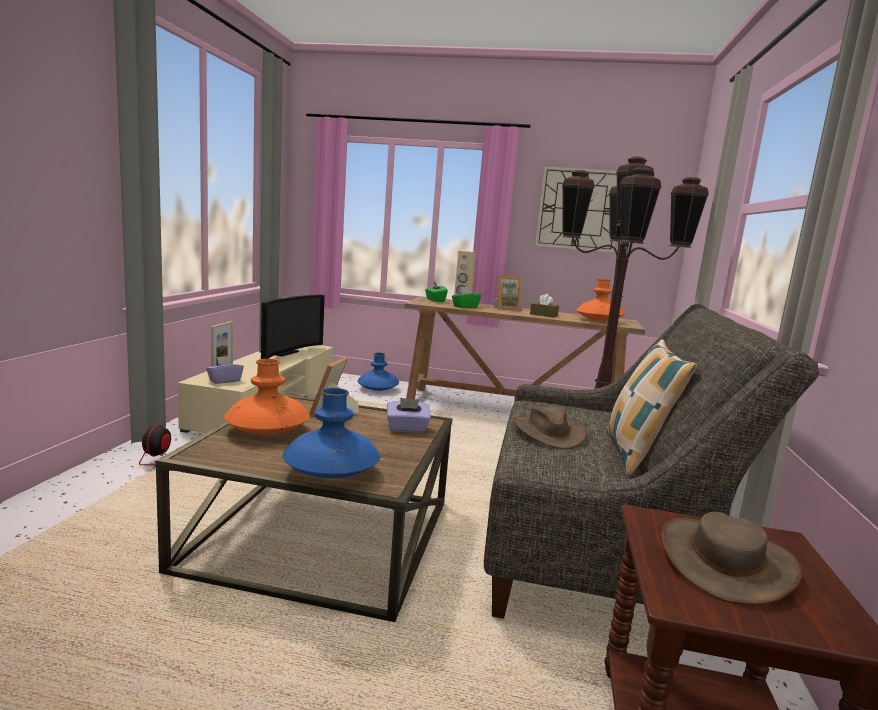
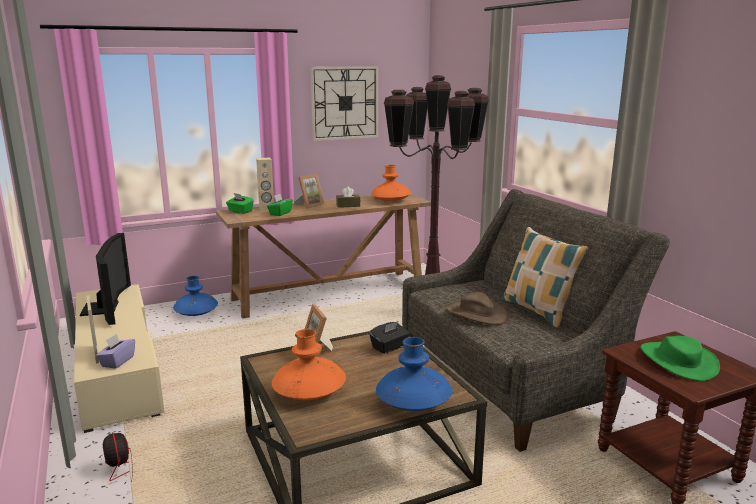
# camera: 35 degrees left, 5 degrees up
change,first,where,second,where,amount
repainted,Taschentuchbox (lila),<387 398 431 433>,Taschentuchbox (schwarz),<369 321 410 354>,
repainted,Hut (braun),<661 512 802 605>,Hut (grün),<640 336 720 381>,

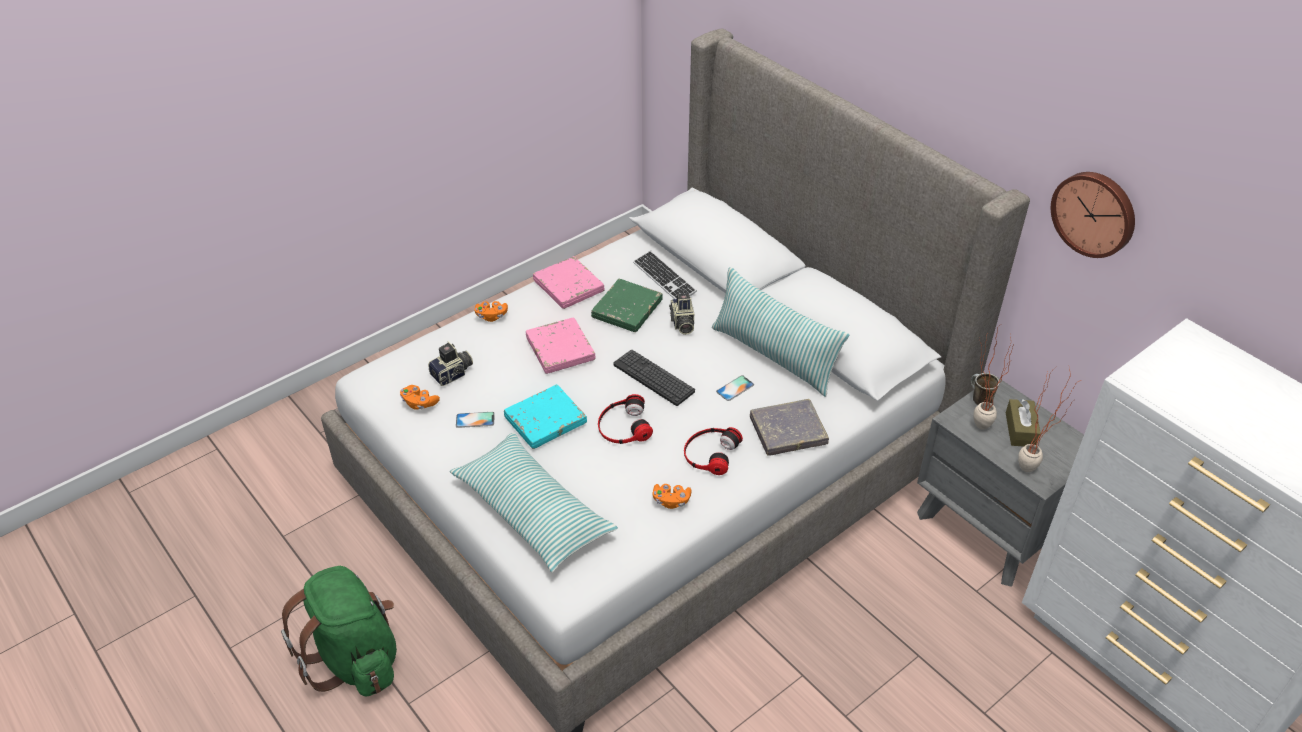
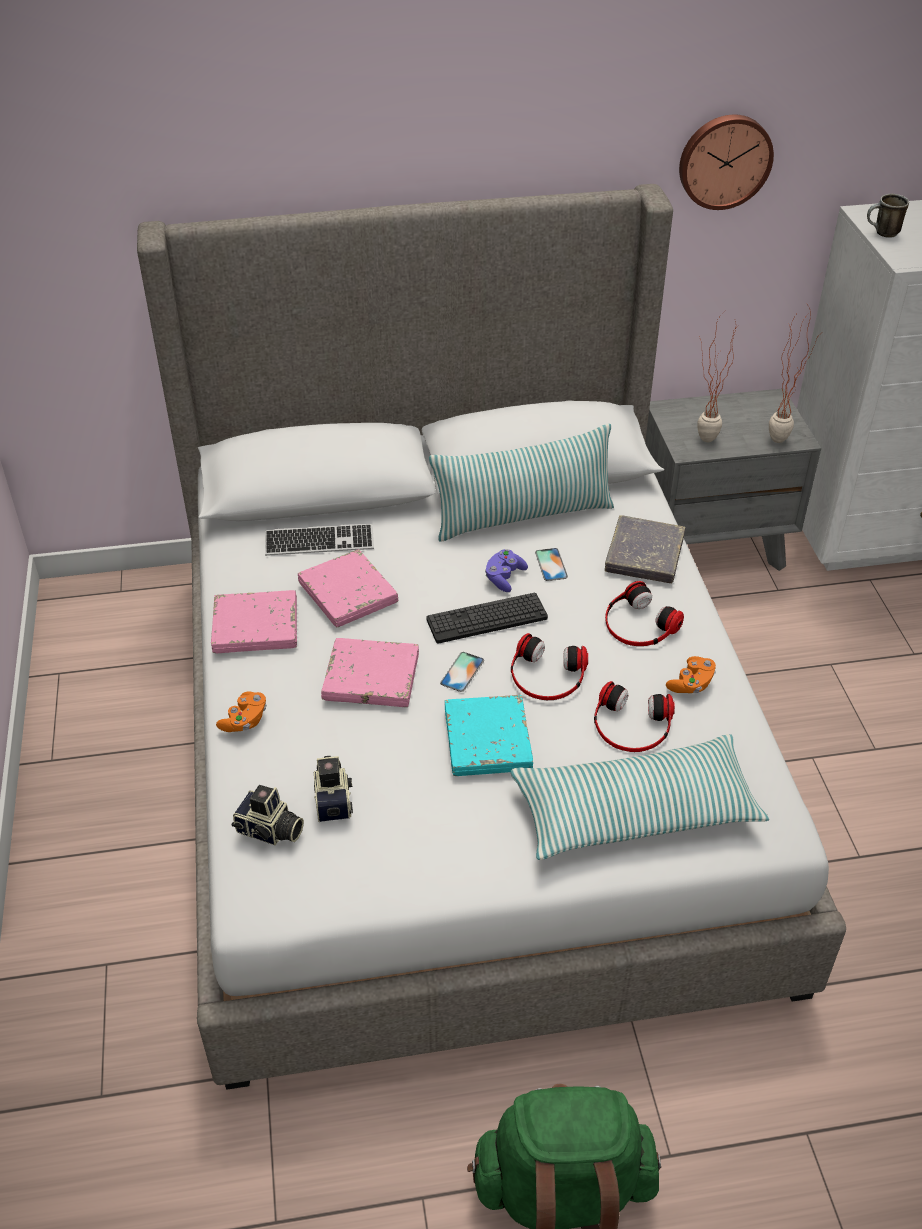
# camera: 60 degrees left, 0 degrees up
change,first,where,second,where,amount
shifted,Kamera,<669 293 694 335>,,<231 785 304 845>,
repainted,Buch (grün),<591 279 663 332>,Buch (rosa),<298 549 398 627>,
shifted,Handy,<456 412 494 428>,,<440 652 484 692>,
new,,,Gamepad (lila),<485 549 528 592>,
new,,,Kopfhörer,<594 681 675 752>,
shifted,Henkelbecher,<971 373 999 405>,,<867 194 909 237>,
gone,Gamepad (orange),<400 385 440 410>,,,
gone,Taschentuchbox (braun),<1006 399 1041 447>,,,

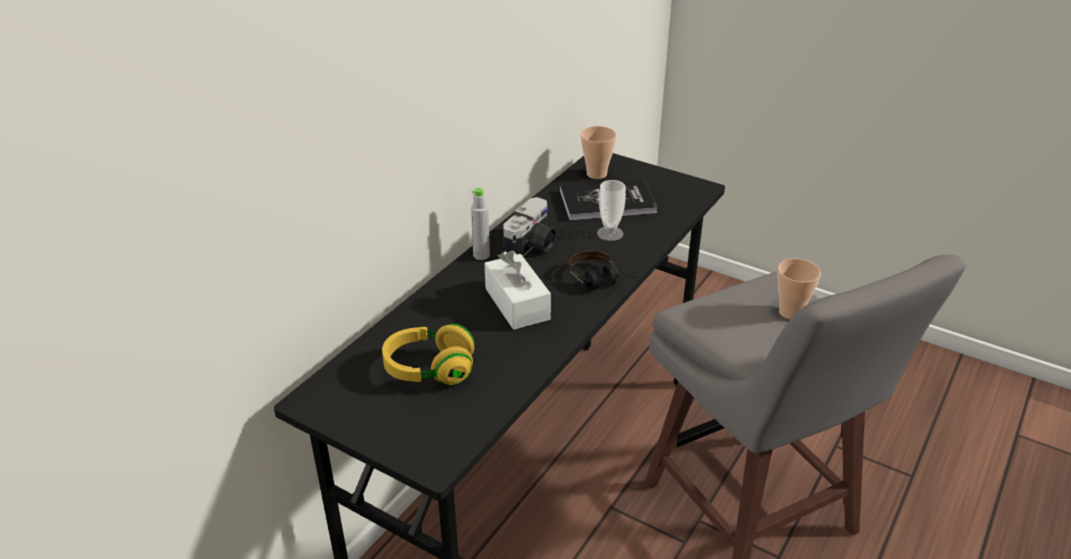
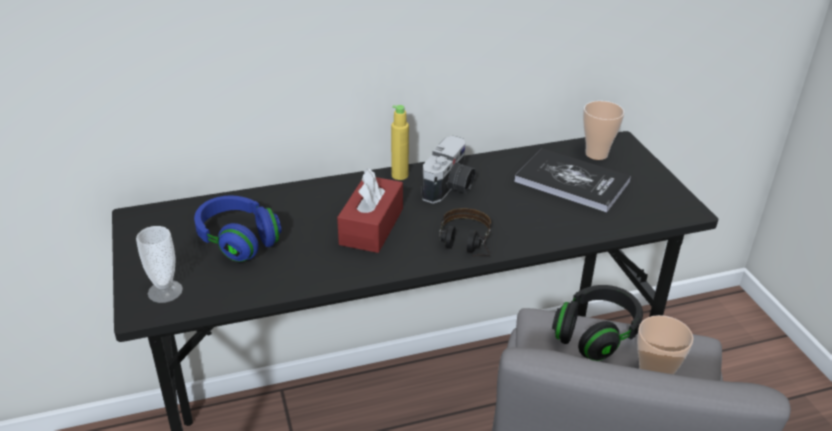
# camera: 40 degrees right, 0 degrees up
change,first,where,second,where,amount
shifted,Tasse,<597 180 626 241>,,<136 226 183 303>,
repainted,Kopfhörer (gelb),<382 323 475 385>,Kopfhörer (blau),<194 196 281 262>,
repainted,Taschentuchbox (weiß),<485 250 551 330>,Taschentuchbox (rot),<337 169 403 253>,
repainted,Flasche (grau),<471 188 490 260>,Flasche (gelb),<391 105 409 180>,
rotated,Kamera,<504 197 556 257>,,<421 136 476 204>,45 degrees counterclockwise
new,,,Kopfhörer (schwarz),<552 285 643 361>,

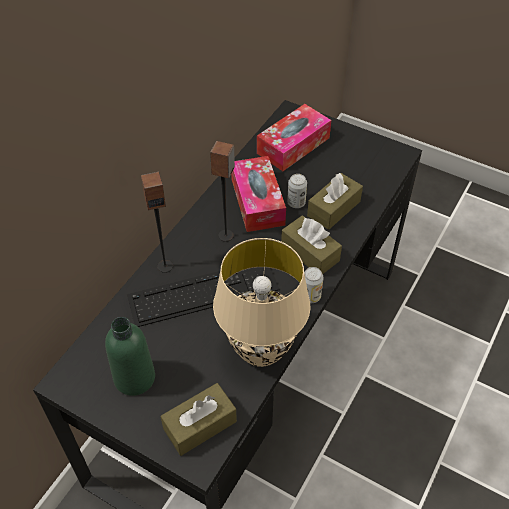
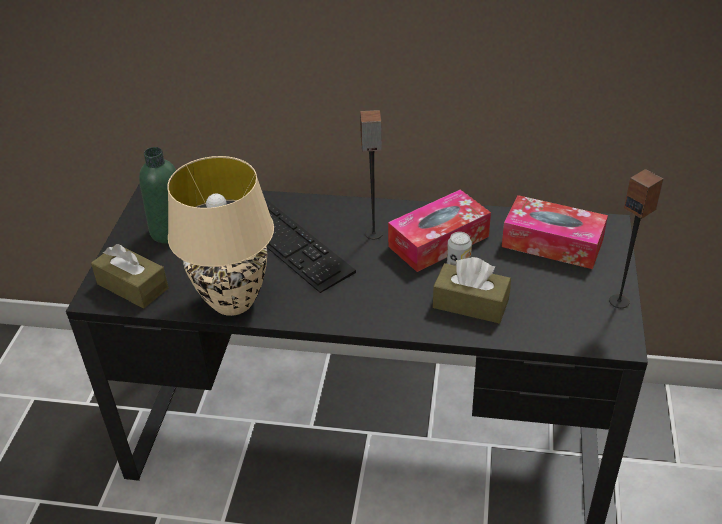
# camera: 70 degrees right, 10 degrees down
change,first,where,second,where,amount
shifted,Lautsprecher,<141 172 173 273>,,<609 169 663 308>,
gone,Taschentuchbox (braun),<281 215 342 274>,,,
gone,Dose,<304 267 324 303>,,,

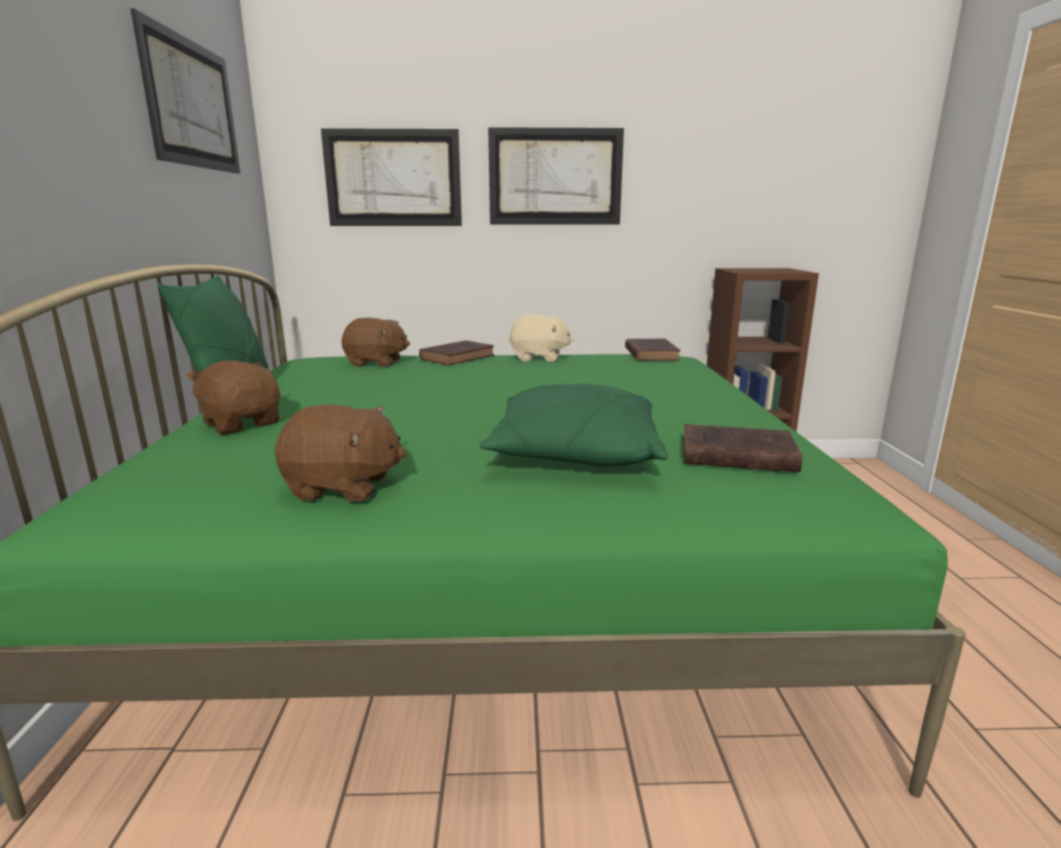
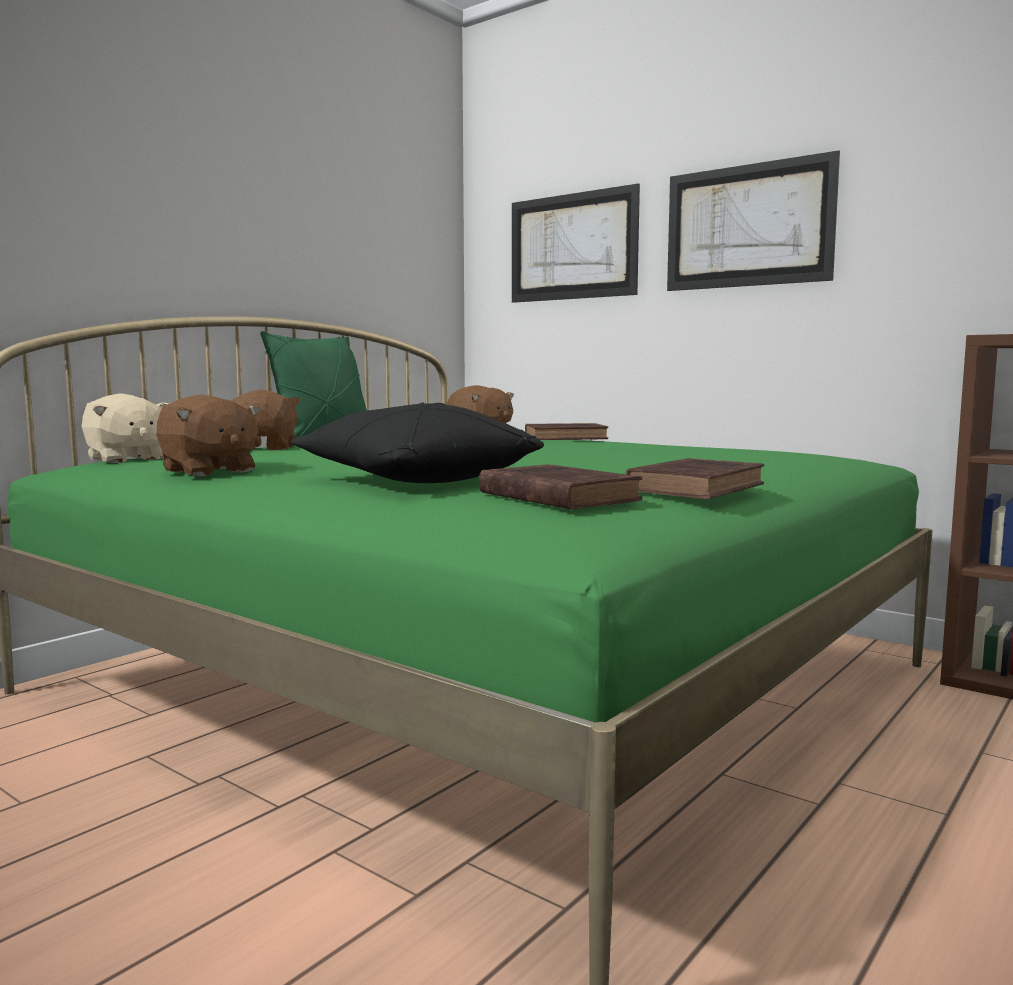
# camera: 40 degrees right, 10 degrees down
change,first,where,second,where,amount
shifted,Plüschtier (beige),<509 314 574 362>,,<82 393 169 463>,
repainted,Kissen (grün),<479 384 668 467>,Kissen (schwarz),<291 402 544 483>,
shifted,Buch (braun),<625 339 681 361>,,<625 458 764 499>,
gone,Bild,<130 8 240 174>,,,

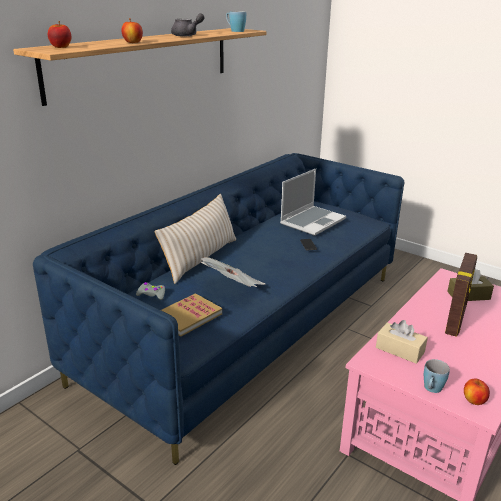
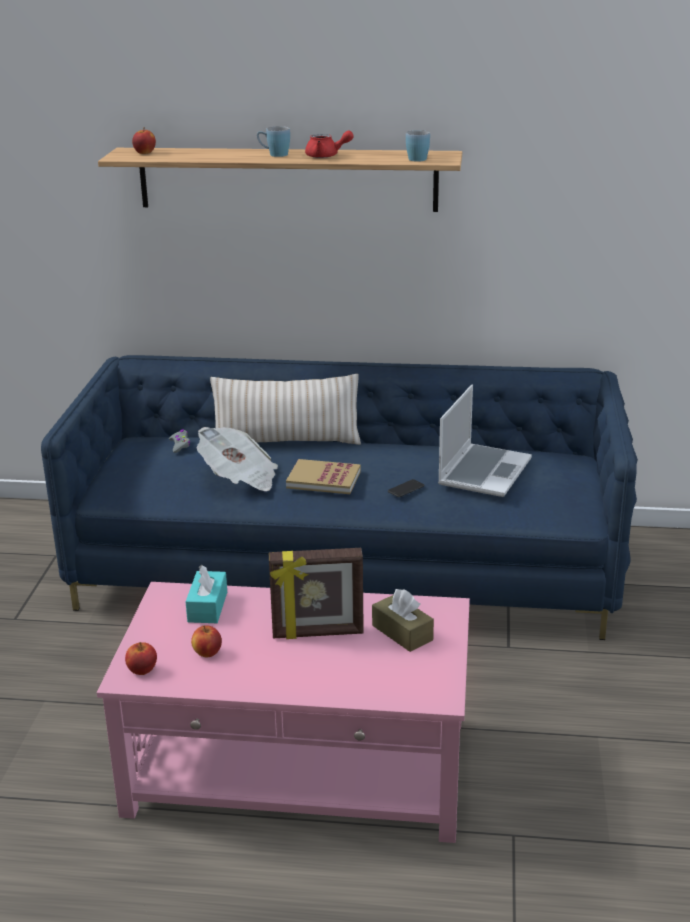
# camera: 60 degrees right, 0 degrees up
change,first,where,second,where,amount
repainted,Taschentuchbox (beige),<376 320 428 364>,Taschentuchbox (türkis),<186 565 227 623>,
shifted,Apfel,<121 18 143 43>,,<191 625 222 658>,
shifted,Henkelbecher (blau),<424 359 450 393>,,<257 126 290 157>,
shifted,Buch,<161 293 222 337>,,<286 459 361 494>,
repainted,Teekanne (grau),<171 13 205 36>,Teekanne (rot),<305 131 354 158>,
rotated,Laptop,<280 169 346 236>,,<438 384 532 497>,75 degrees counterclockwise

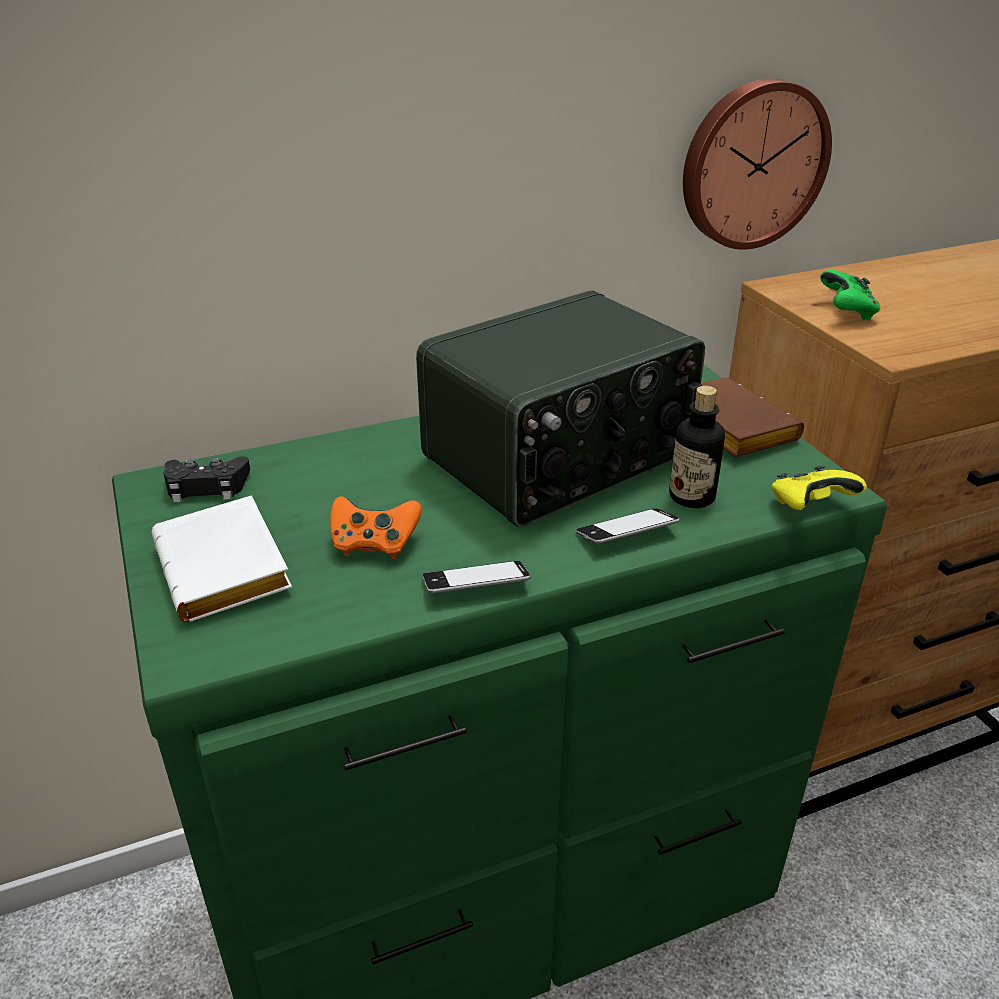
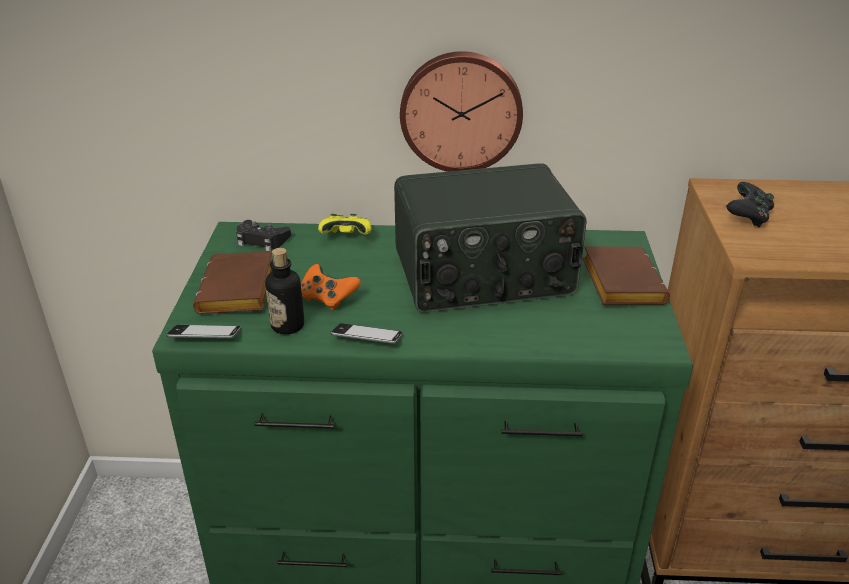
# camera: 25 degrees right, 0 degrees up
change,first,where,second,where,amount
shifted,Handy,<576 508 680 544>,,<167 325 241 338>,
repainted,Buch (weiß),<152 496 292 622>,Buch (braun),<193 251 272 314>,
shifted,Flasche,<669 386 725 508>,,<265 248 304 334>,
shifted,Gamepad (gelb),<771 466 867 510>,,<318 214 371 235>,
shifted,Wanduhr,<683 78 832 250>,,<400 51 523 172>,
repainted,Gamepad (grün),<820 270 880 321>,Gamepad (schwarz),<727 182 774 227>,

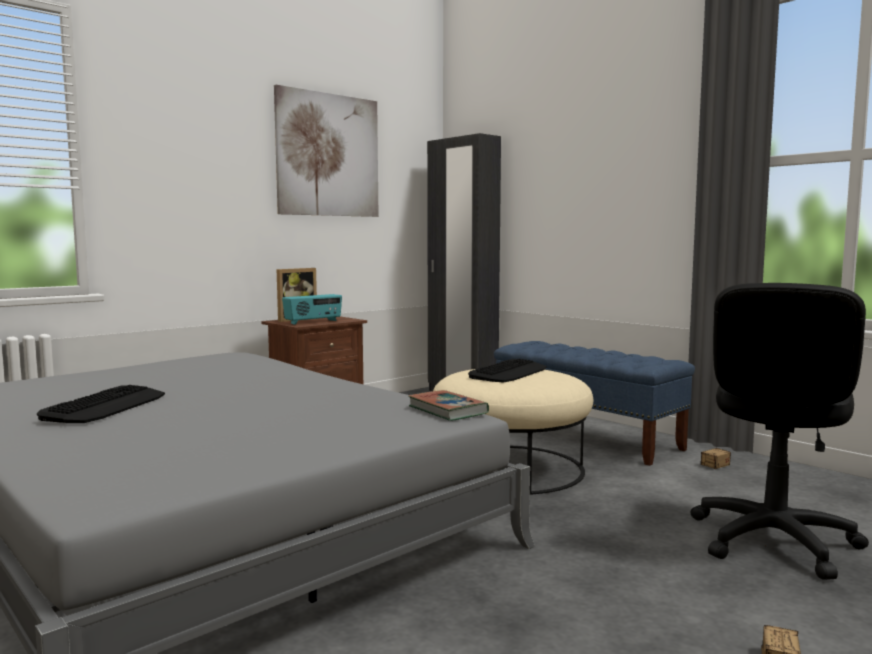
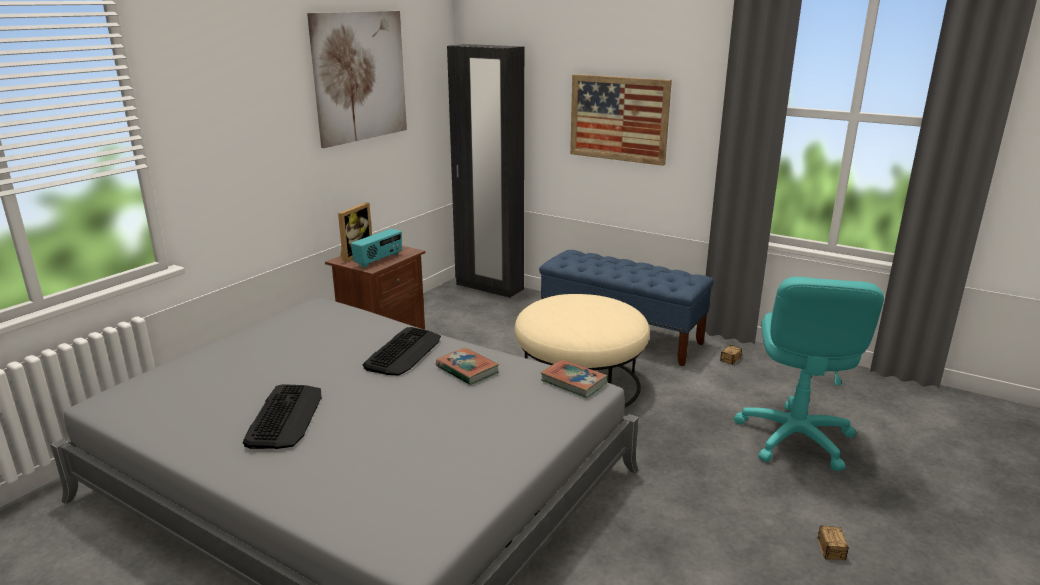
# camera: 15 degrees left, 15 degrees up
change,first,where,second,where,amount
shifted,Tastatur,<468 359 547 383>,,<363 327 441 376>,
new,,,Buch,<436 348 499 385>,
new,,,Bild,<570 74 672 166>,
repainted,Bürostuhl (schwarz),<691 283 869 580>,Bürostuhl (türkis),<734 277 884 471>,

